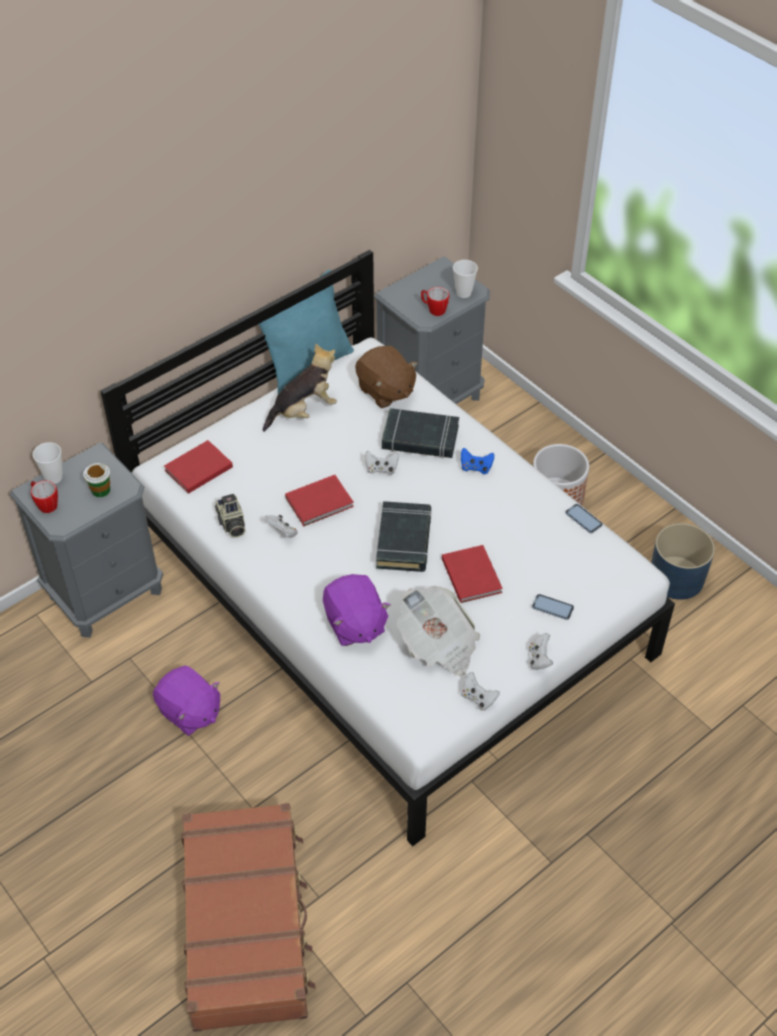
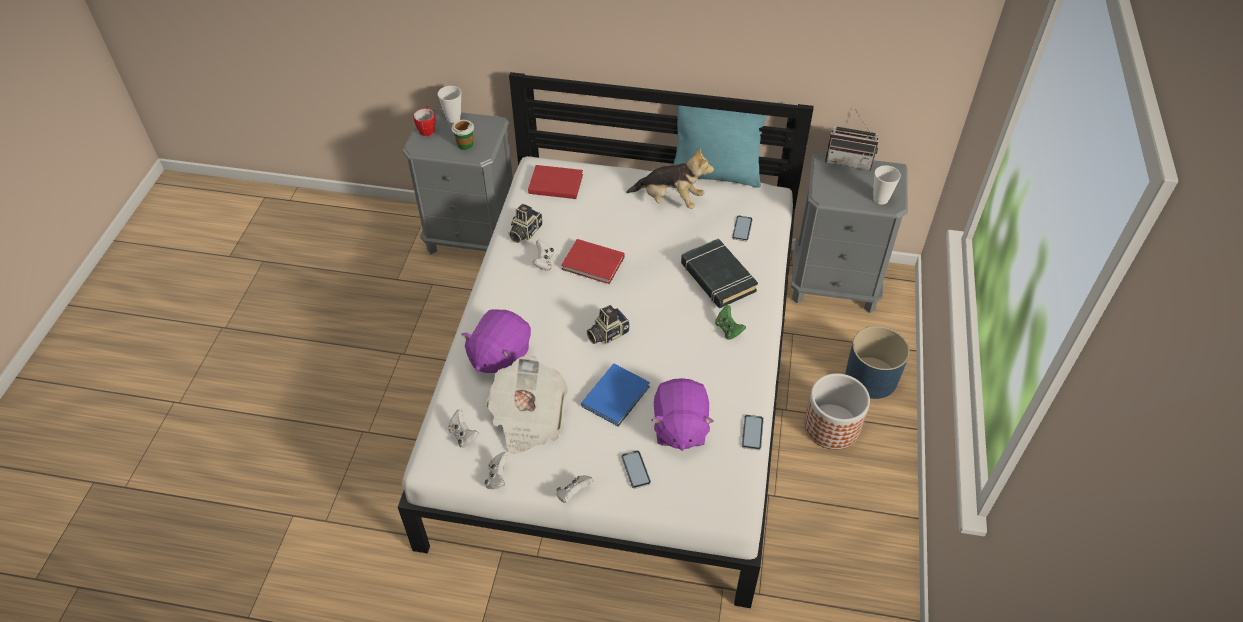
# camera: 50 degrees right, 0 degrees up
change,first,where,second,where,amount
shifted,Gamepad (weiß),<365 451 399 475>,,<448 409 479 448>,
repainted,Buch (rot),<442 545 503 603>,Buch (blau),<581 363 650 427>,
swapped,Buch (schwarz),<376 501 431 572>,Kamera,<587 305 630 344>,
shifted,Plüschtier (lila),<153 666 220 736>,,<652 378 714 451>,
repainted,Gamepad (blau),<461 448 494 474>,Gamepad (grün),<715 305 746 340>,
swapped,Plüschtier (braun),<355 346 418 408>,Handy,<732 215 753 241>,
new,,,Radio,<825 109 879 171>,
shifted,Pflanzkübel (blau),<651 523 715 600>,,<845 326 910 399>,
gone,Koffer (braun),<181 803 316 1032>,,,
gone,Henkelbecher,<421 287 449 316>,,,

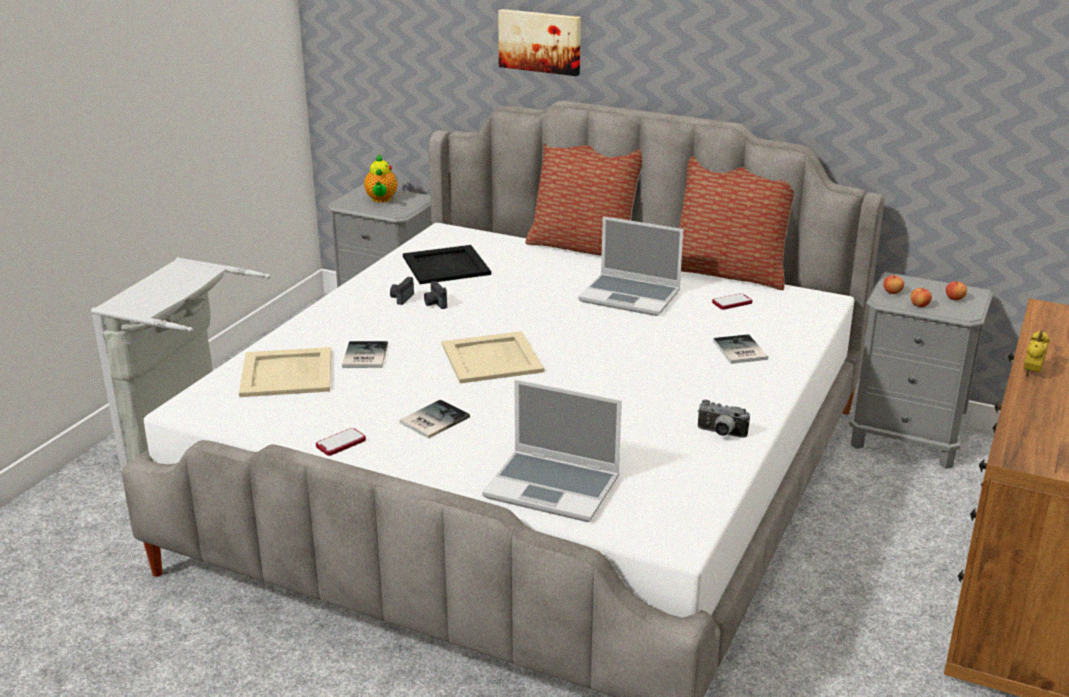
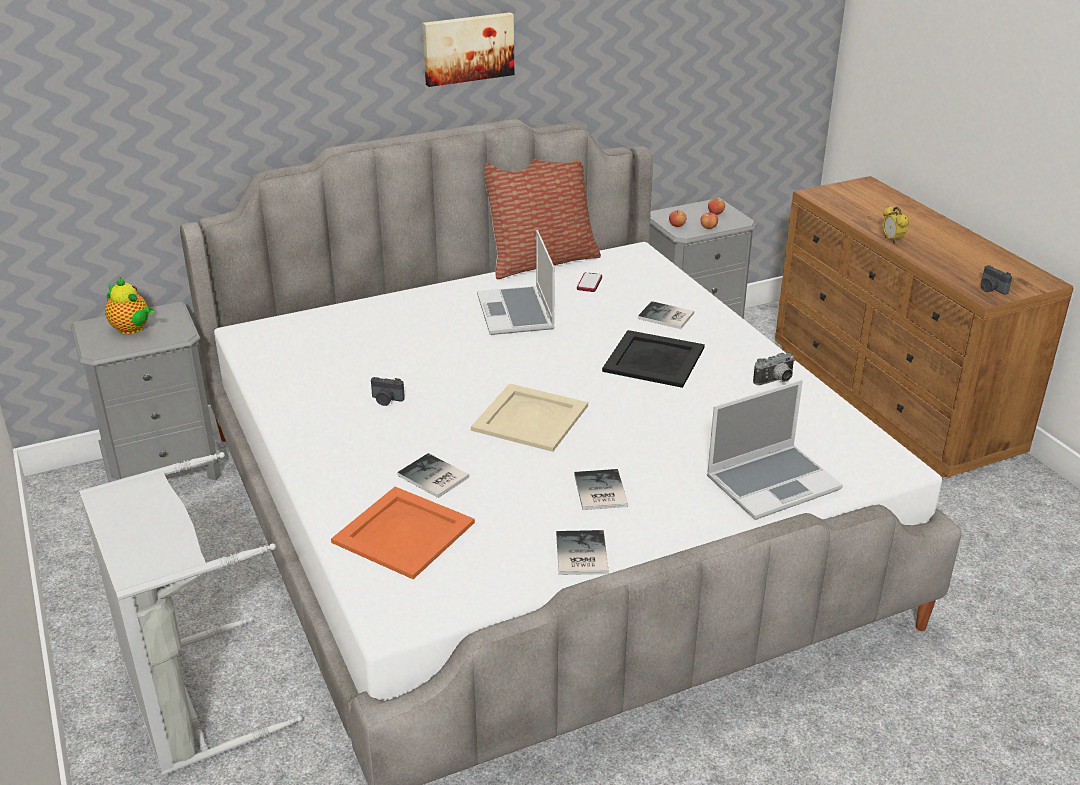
# camera: 50 degrees left, 5 degrees up
change,first,where,second,where,amount
repainted,Tablett (beige),<239 347 331 397>,Tablett (orange),<331 487 475 579>,
shifted,Bild,<498 9 581 76>,,<423 12 514 87>,
rotated,Laptop,<578 216 683 316>,,<477 230 555 335>,105 degrees clockwise
swapped,Handy,<316 428 366 456>,Buch,<556 530 609 575>,
shifted,Tablett (schwarz),<403 245 491 284>,,<602 330 705 388>,
shifted,Kamera,<390 277 414 305>,,<981 265 1012 295>,
gone,Kissen,<525 143 642 256>,,,

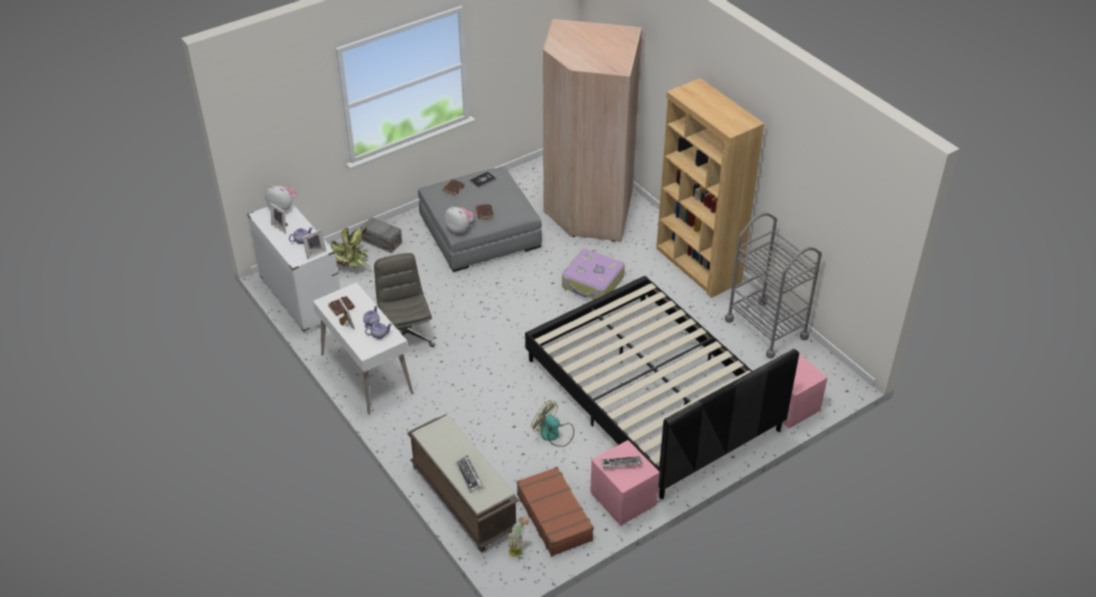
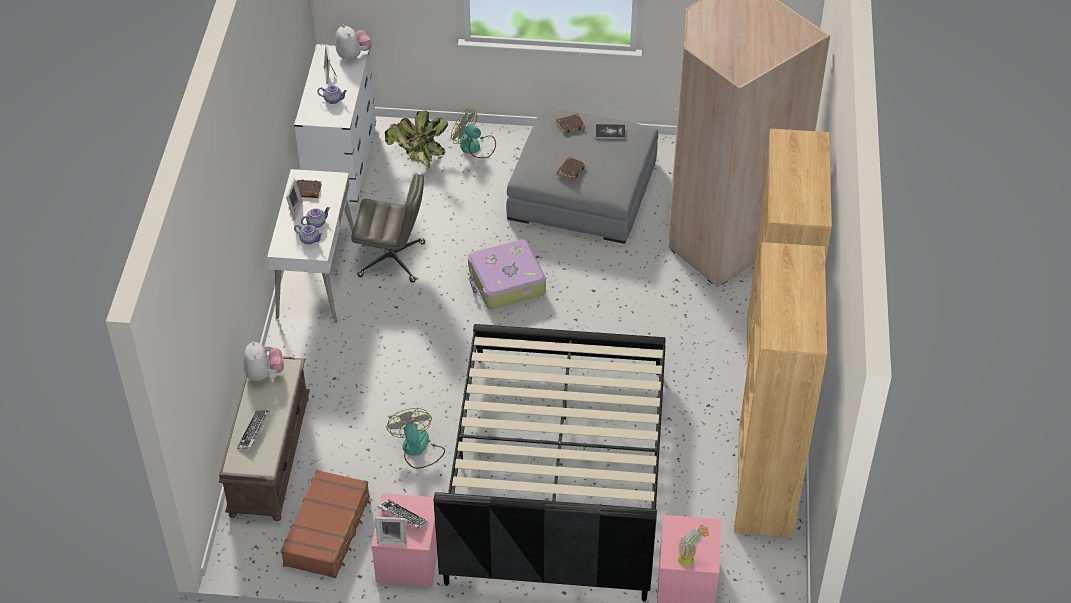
# camera: 40 degrees right, 5 degrees up
change,first,where,second,where,amount
shifted,Plüschtier,<445 206 474 234>,,<244 341 284 381>,
rotated,Bürostuhl (grau),<374 253 435 347>,,<351 174 425 283>,75 degrees clockwise
shifted,Bilderrahmen,<302 229 326 259>,,<375 517 407 545>,
swapped,Aufbewahrungsbox (grau),<360 217 402 253>,Ventilator,<451 109 496 158>,
shifted,Koffer,<562 249 625 299>,,<468 239 546 309>,
shifted,Topfpflanze,<508 517 529 557>,,<678 525 709 567>,
swapped,Rollwagen (grau),<725 213 822 359>,Bücherregal (braun),<734 242 827 538>,

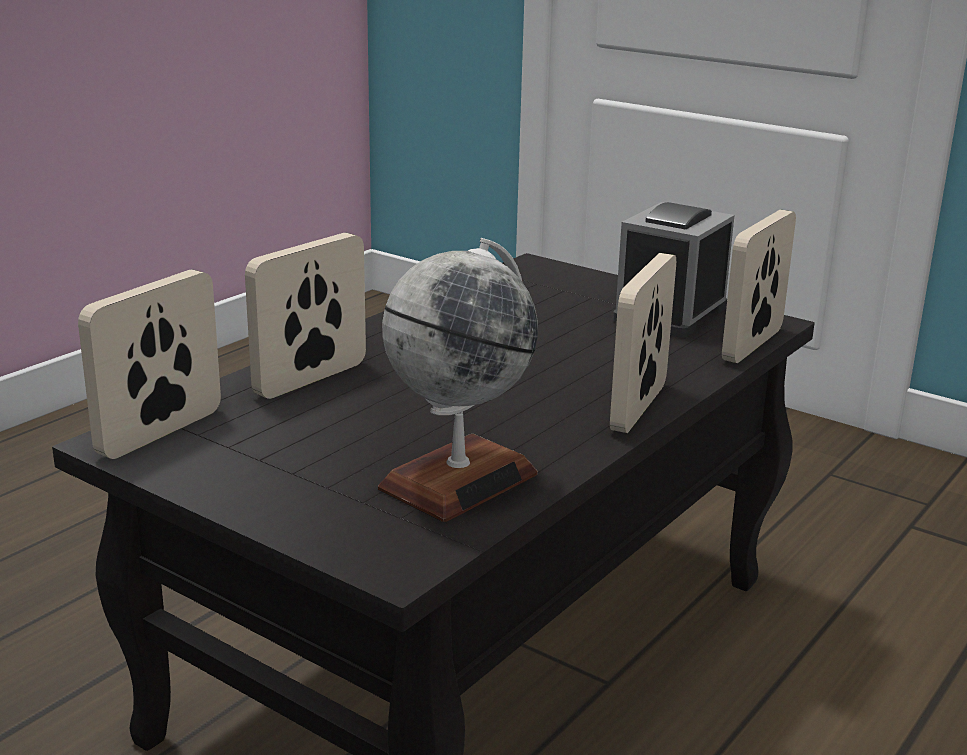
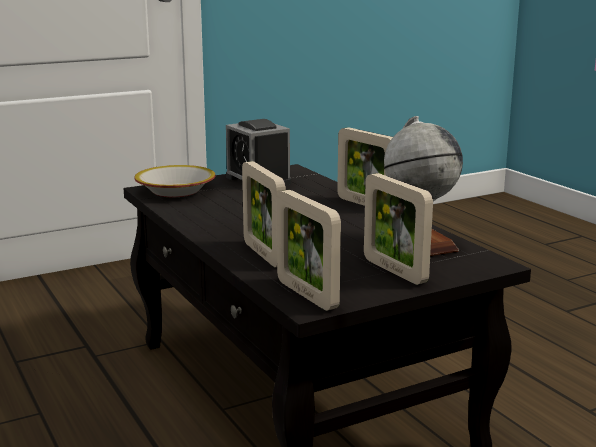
# camera: 65 degrees left, 5 degrees down
change,first,where,second,where,amount
new,,,Schüssel,<134 165 216 197>,
shifted,Bilderrahmen,<722 210 796 363>,,<364 173 433 285>,

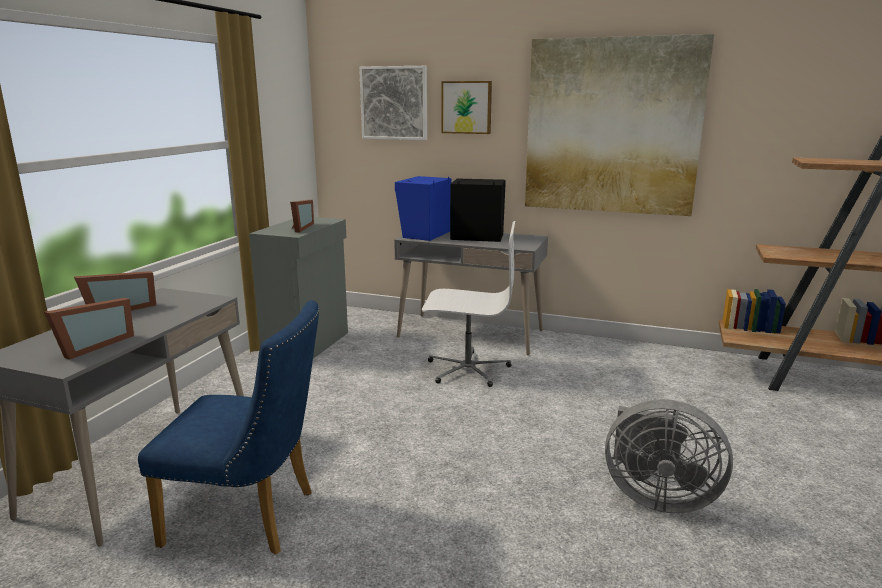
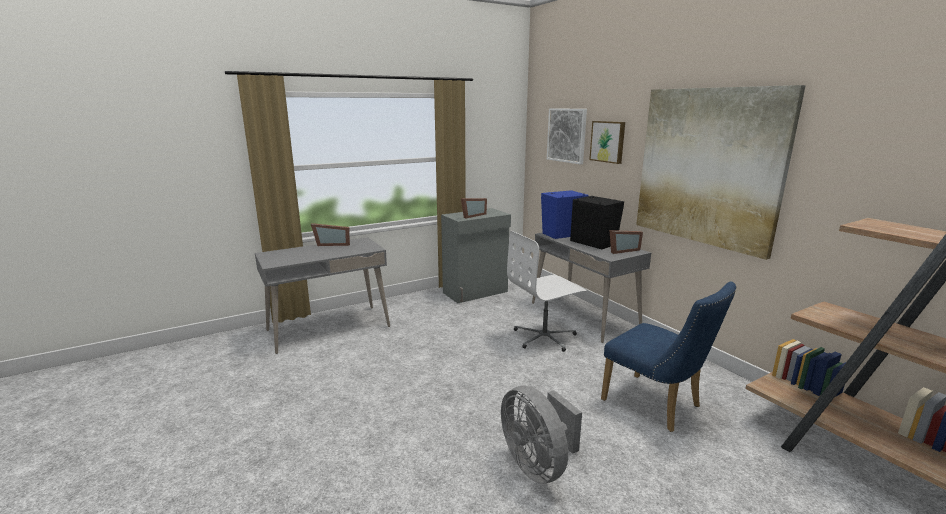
# camera: 40 degrees right, 0 degrees up
change,first,where,second,where,amount
rotated,Bürostuhl (weiß),<422 221 515 387>,,<507 231 587 352>,105 degrees clockwise
shifted,Stuhl (blau),<138 300 319 555>,,<601 282 736 432>,
shifted,Bilderrahmen,<44 298 134 360>,,<609 230 643 254>,

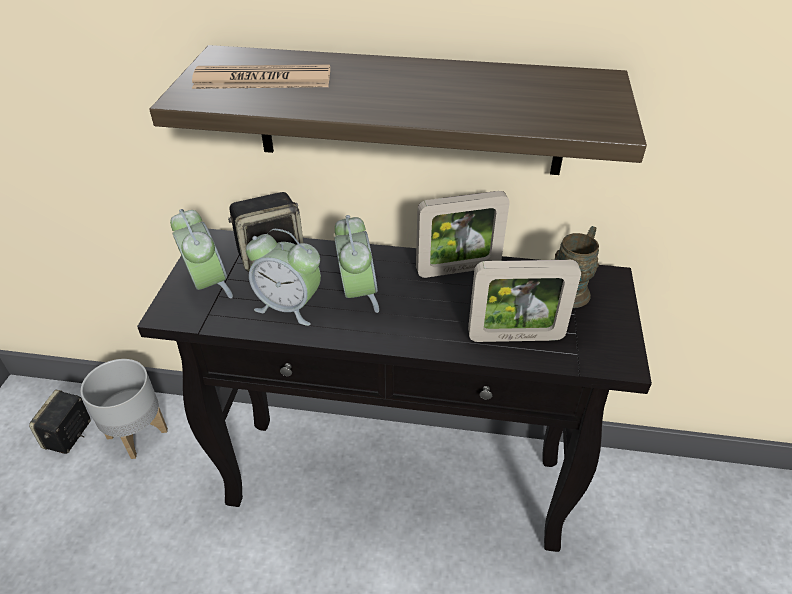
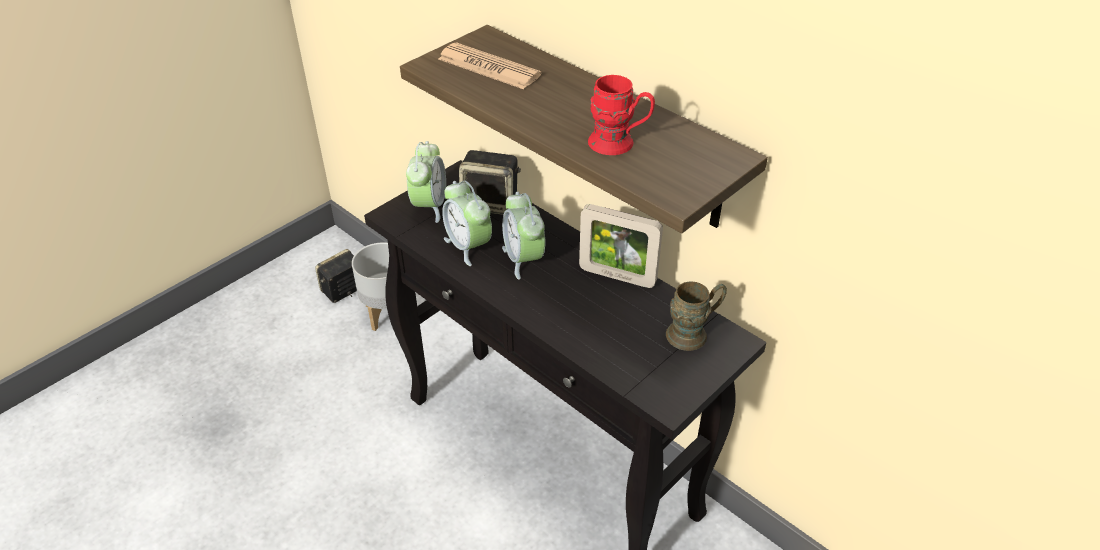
# camera: 35 degrees right, 0 degrees up
change,first,where,second,where,amount
rotated,Wecker,<334 215 379 313>,,<502 192 545 280>,135 degrees clockwise
new,,,Henkelbecher (rot),<588 75 655 155>,
gone,Bilderrahmen,<468 260 581 342>,,,

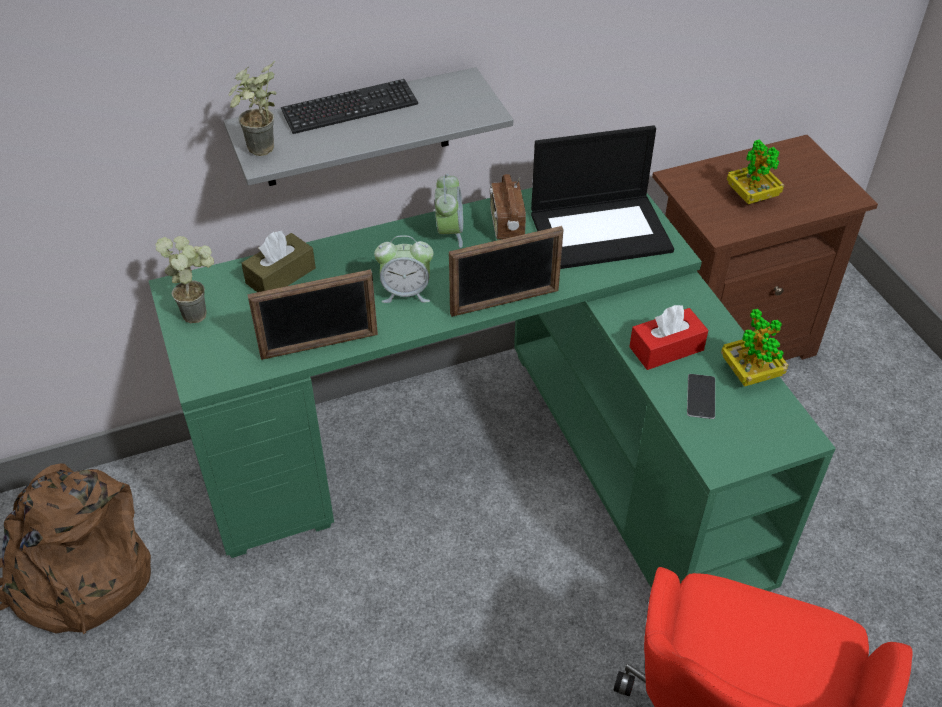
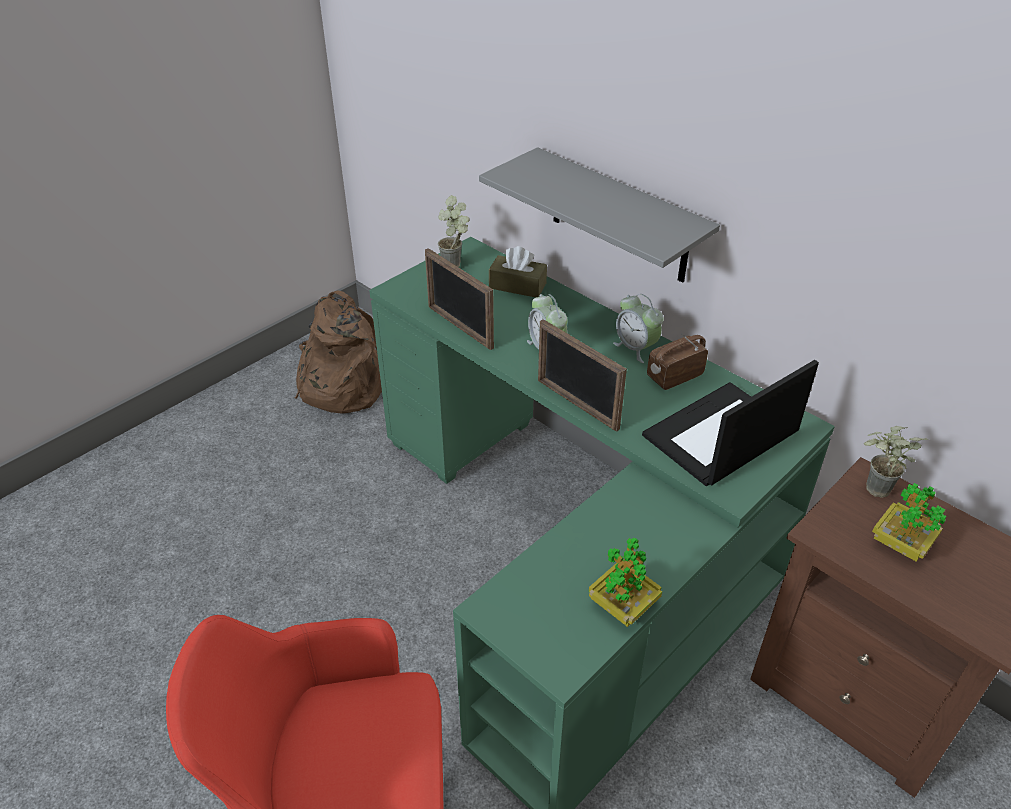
# camera: 65 degrees right, 5 degrees down
change,first,where,second,where,amount
rotated,Wecker,<435 174 464 248>,,<613 294 664 363>,75 degrees clockwise
rotated,Laptop,<531 125 674 269>,,<642 360 819 486>,90 degrees clockwise
shifted,Topfpflanze,<229 61 276 156>,,<864 426 928 498>,
gone,Tastatur,<281 79 418 134>,,,
gone,Taschentuchbox (rot),<629 305 709 370>,,,
gone,Handy,<687 374 715 419>,,,

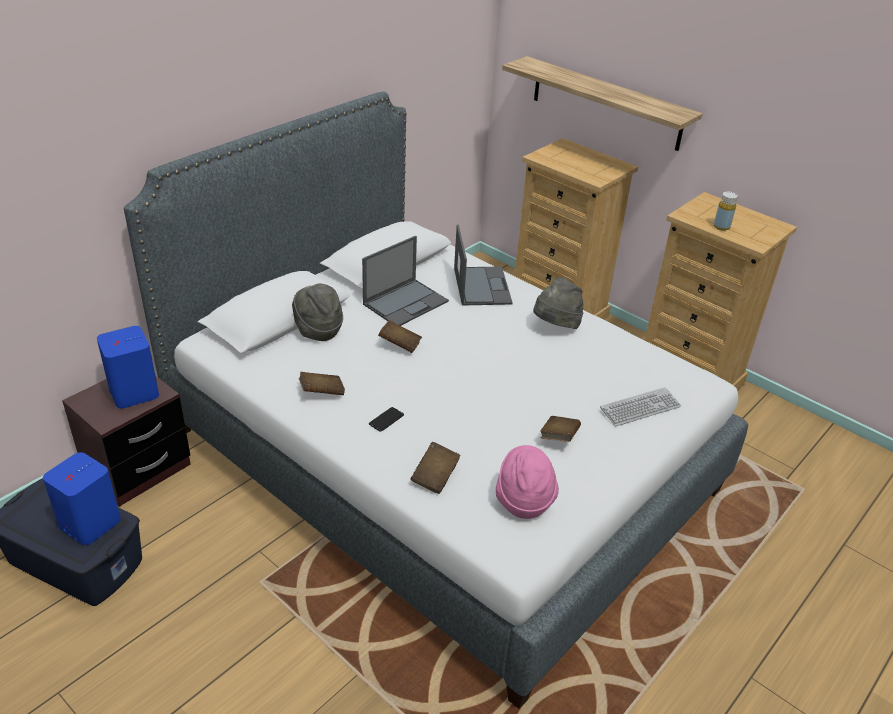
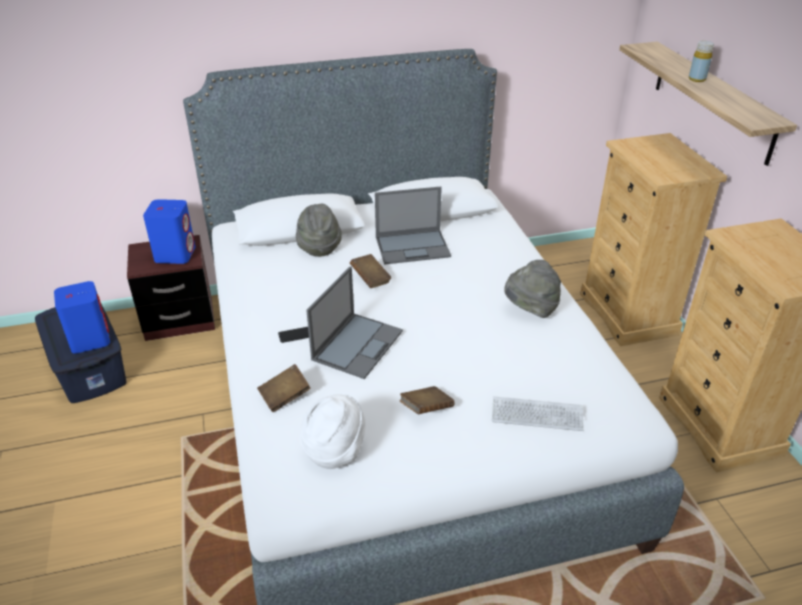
# camera: 35 degrees right, 0 degrees up
change,first,where,second,where,amount
repainted,Hut (rosa),<496 445 559 519>,Hut (weiß),<300 394 365 469>,
shifted,Laptop,<454 224 513 306>,,<306 266 403 379>,
shifted,Flasche (gelb),<714 192 738 231>,,<689 41 714 82>,
gone,Buch (braun),<299 372 345 395>,,,

